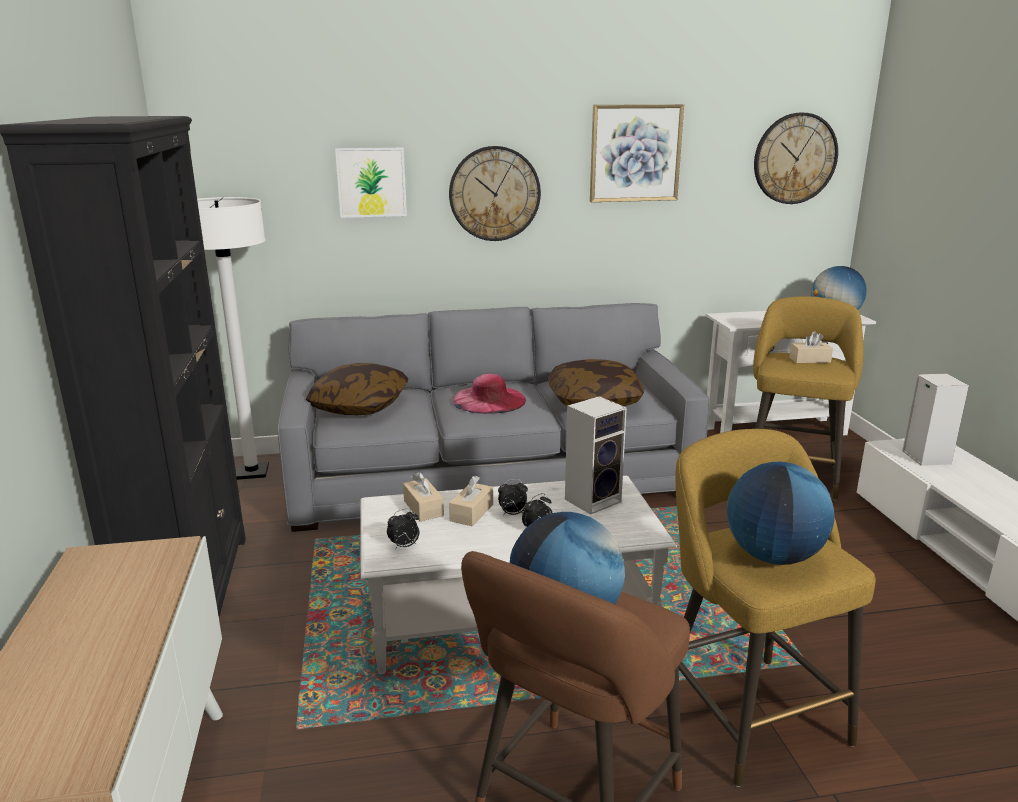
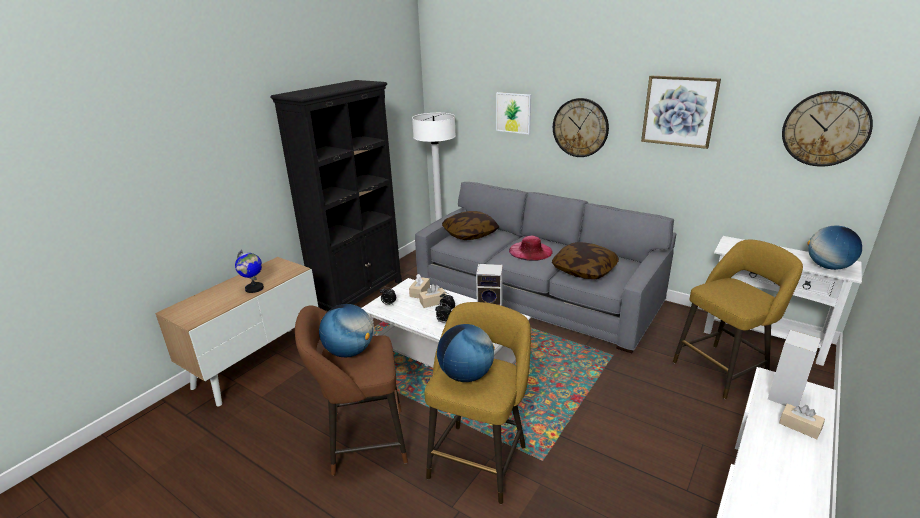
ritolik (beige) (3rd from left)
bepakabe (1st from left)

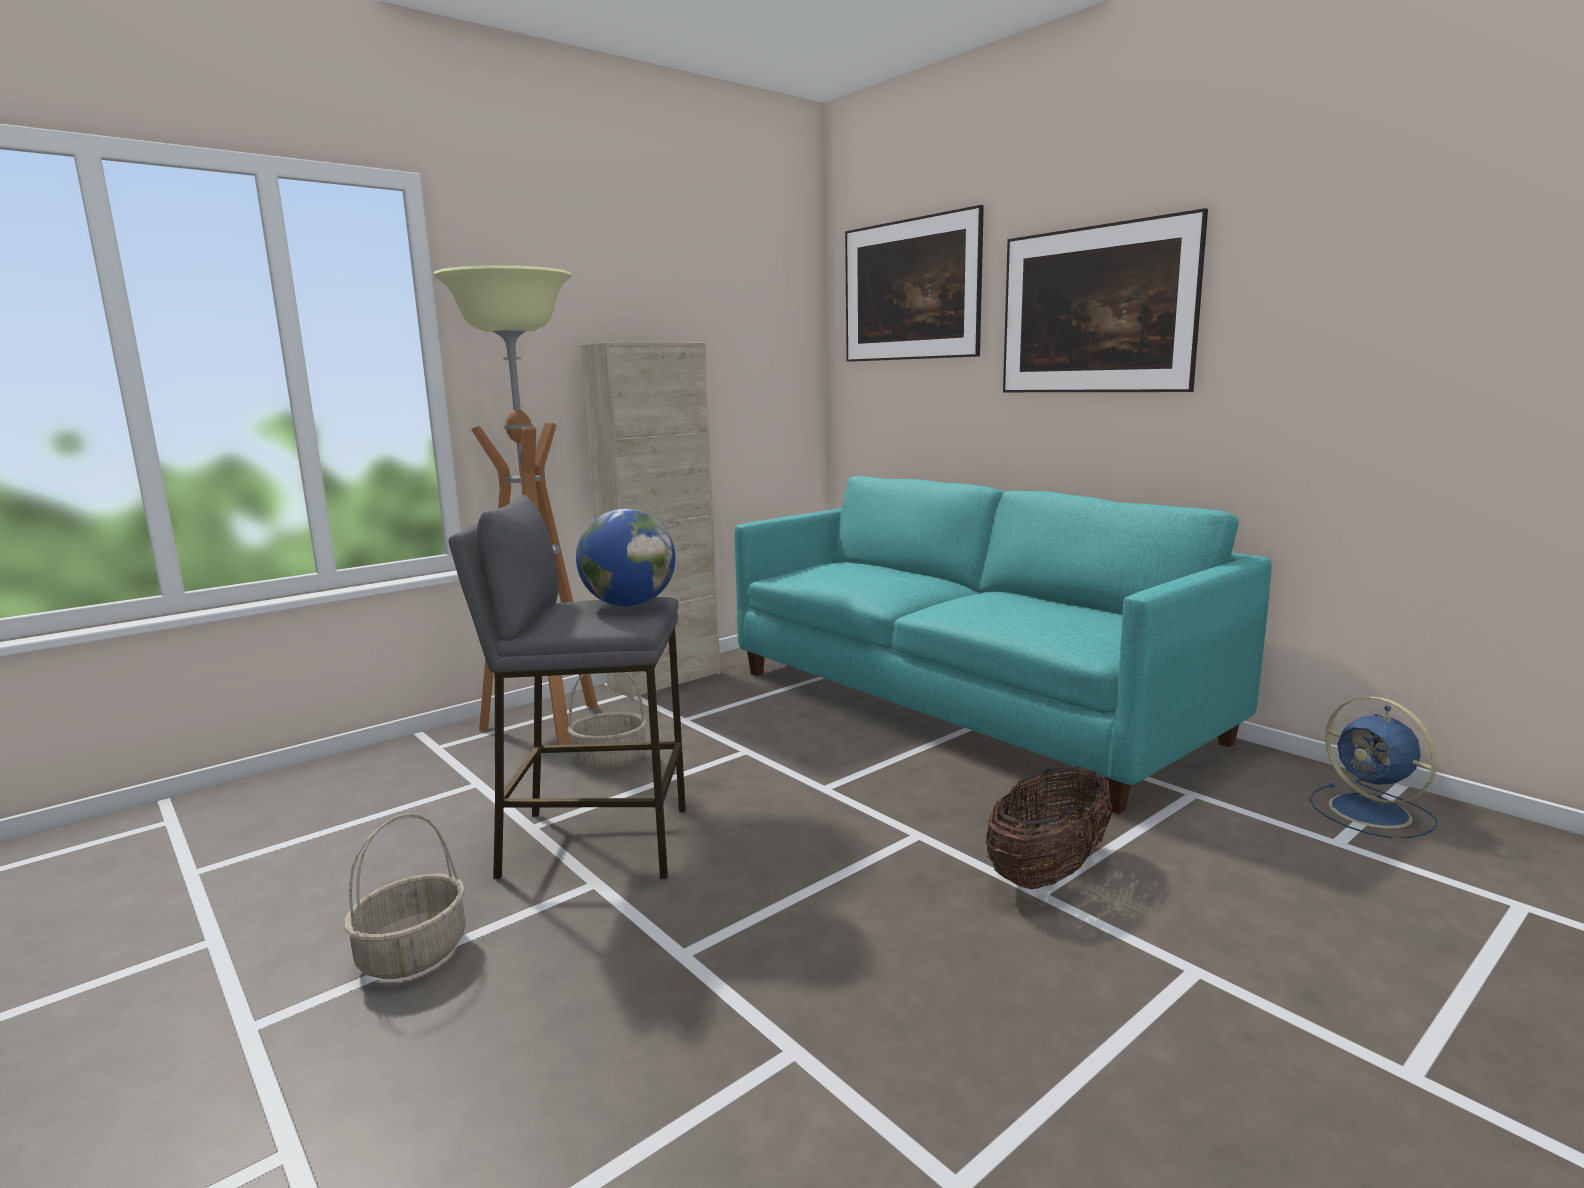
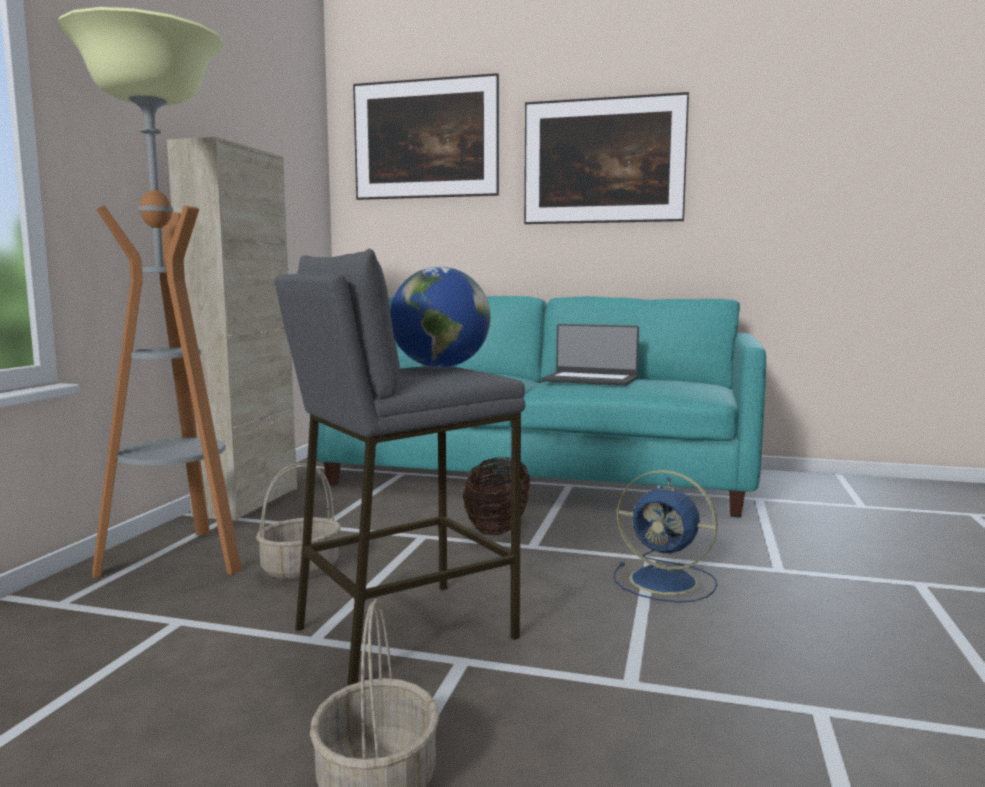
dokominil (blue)
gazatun (3rd from left)
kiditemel

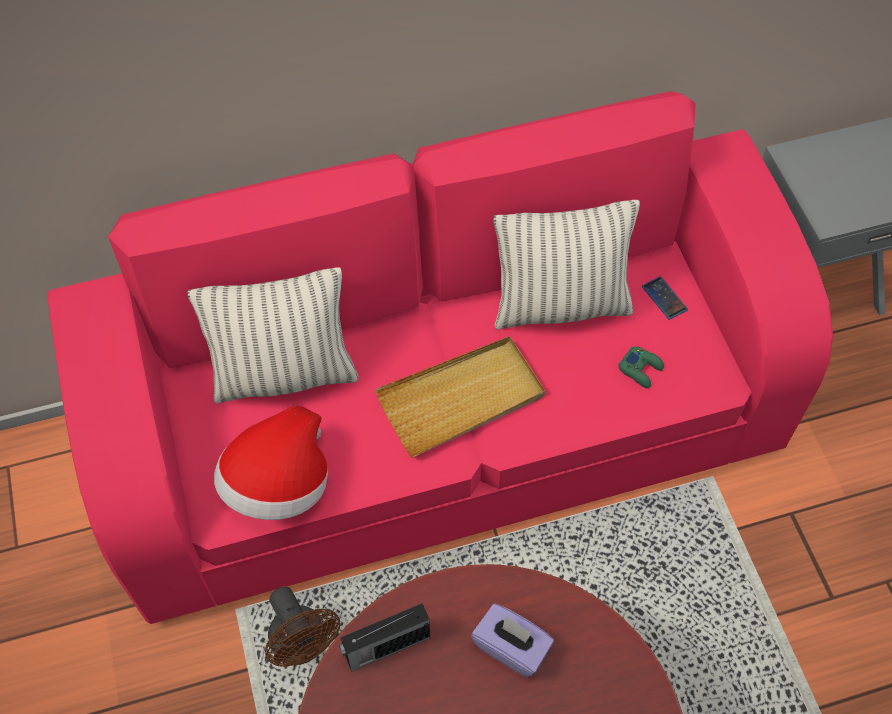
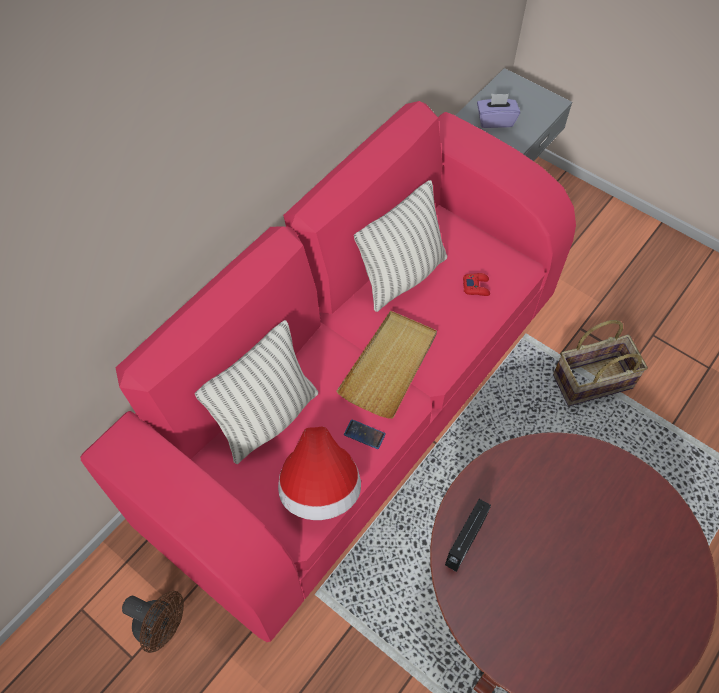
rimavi
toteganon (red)
dokominil (brown)
ritolik (purple)
gazatun

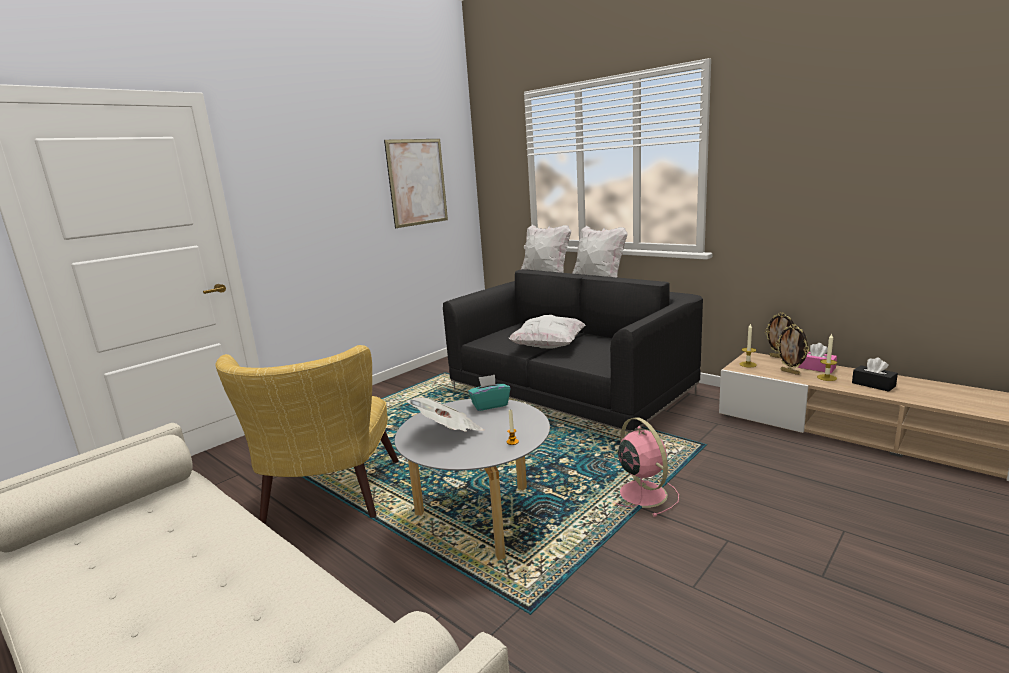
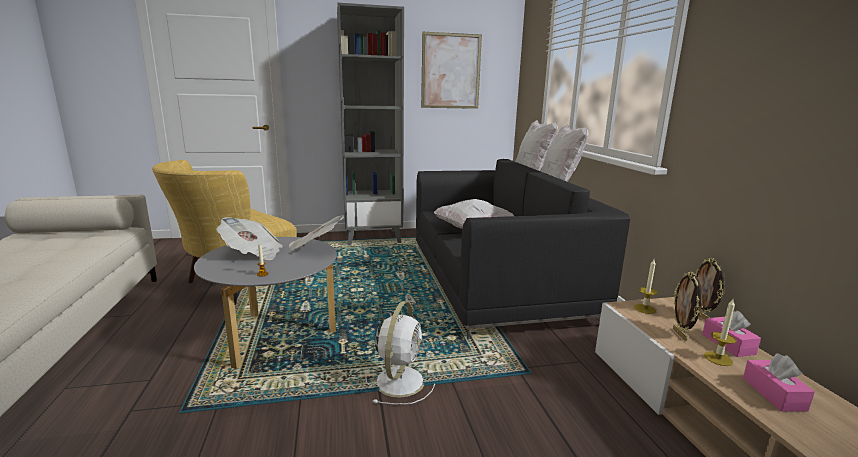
ritolik (pink) (2nd from left)
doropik (2nd from left)
dokominil (white)
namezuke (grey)

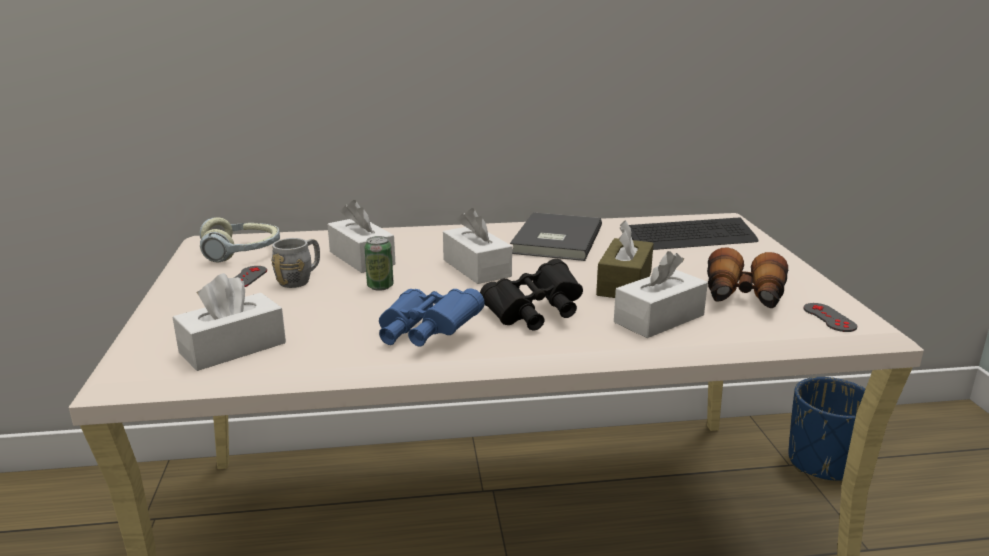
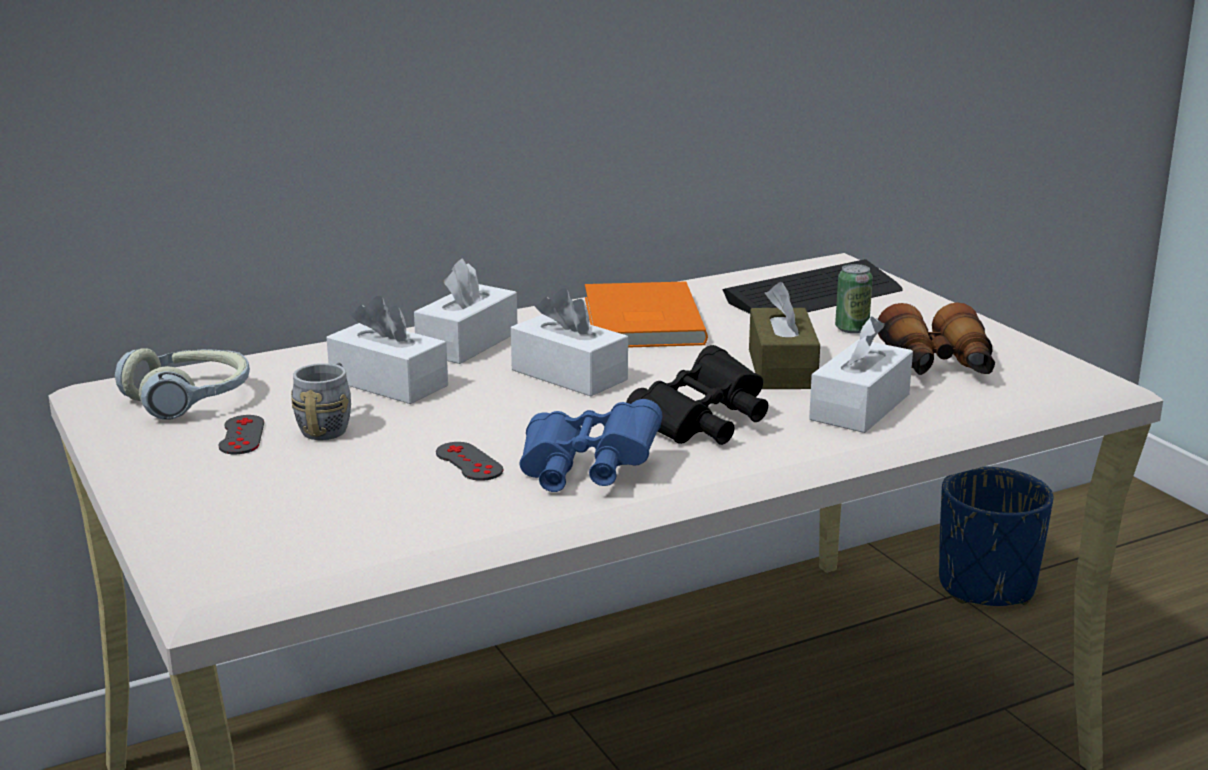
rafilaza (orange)
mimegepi
ritolik (white) (2nd from left)
toteganon (grey) (2nd from left)

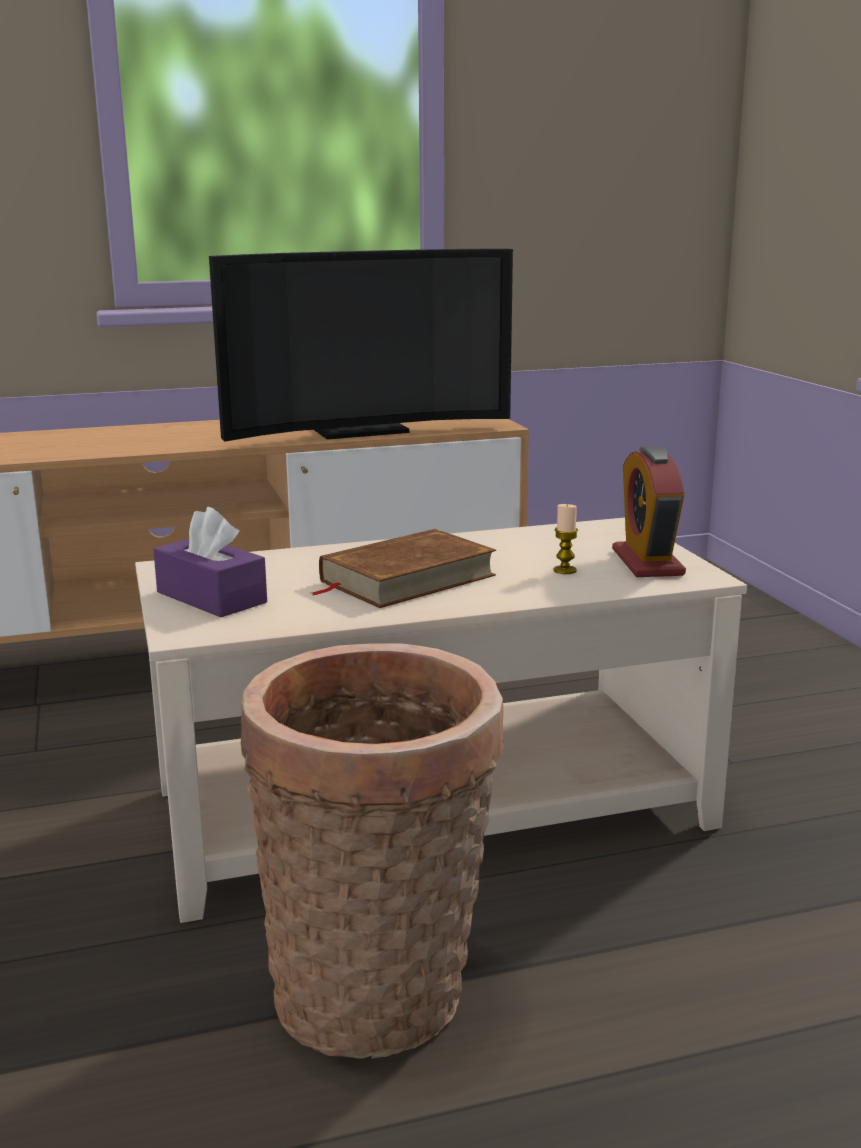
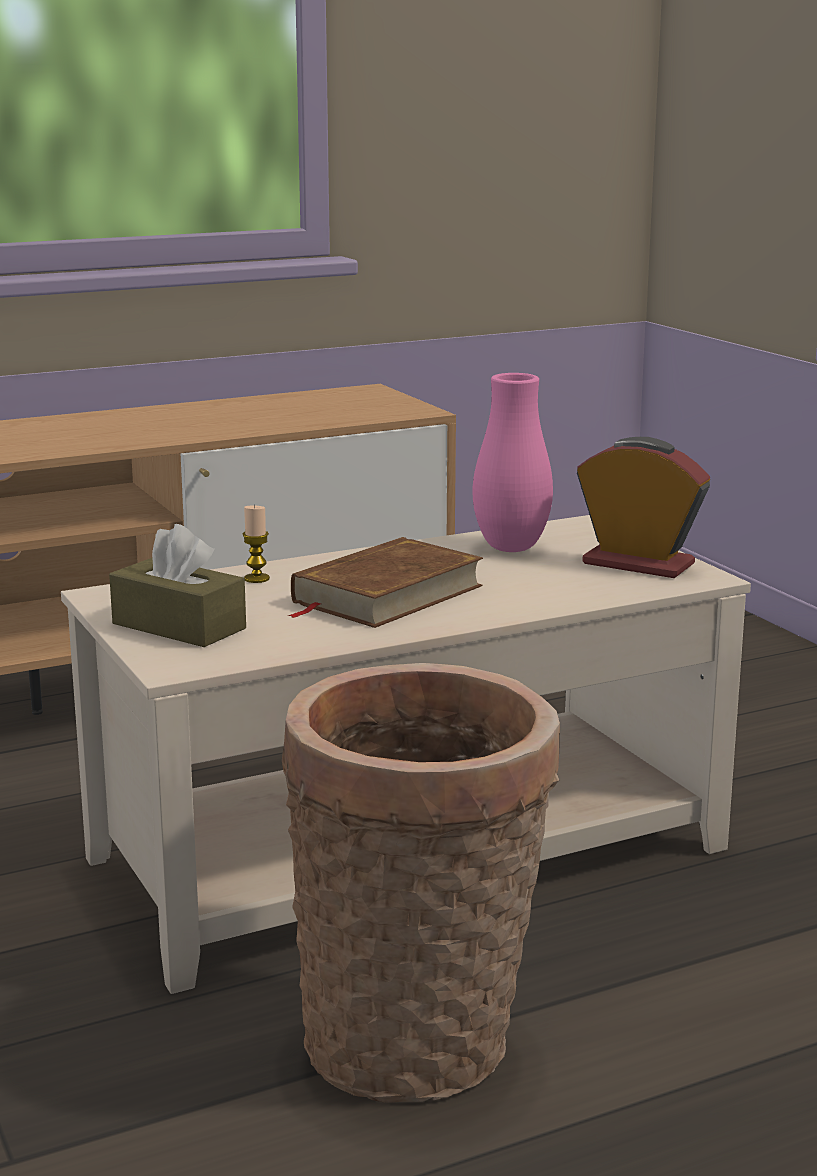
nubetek
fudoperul
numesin
ritolik (brown)
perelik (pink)

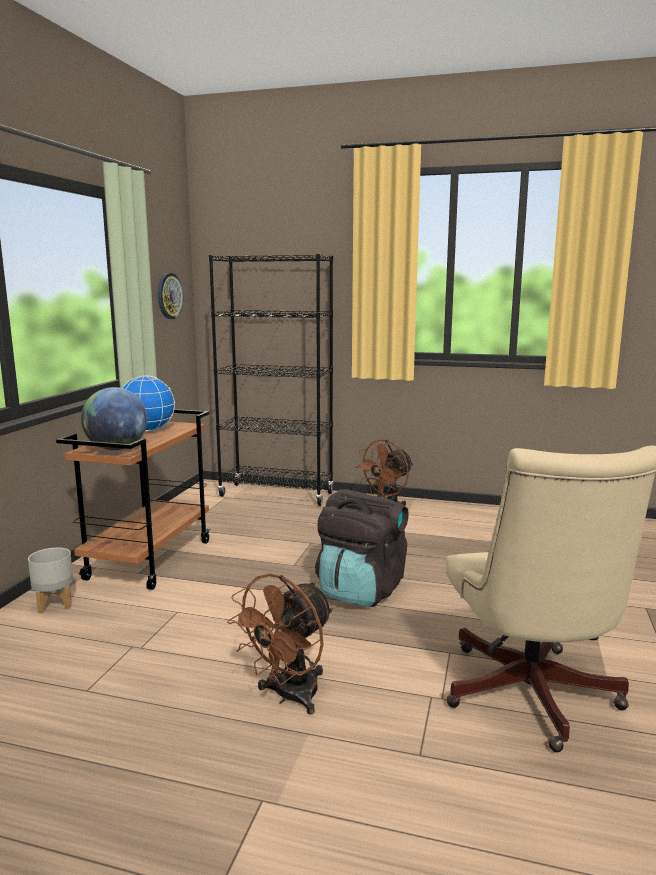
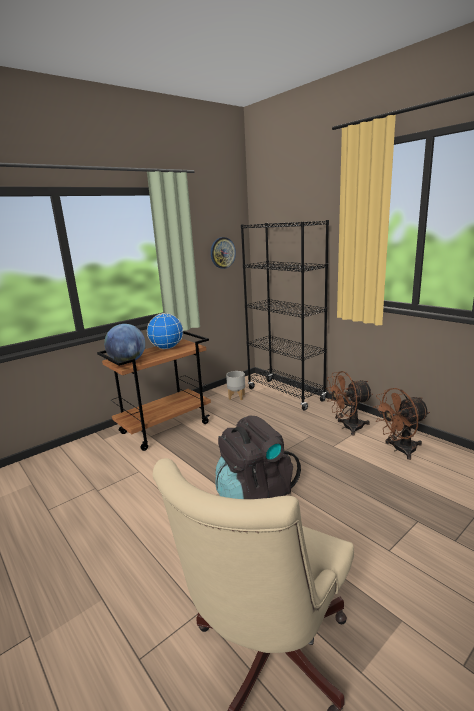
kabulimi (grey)
dokominil (brown) (2nd from left)

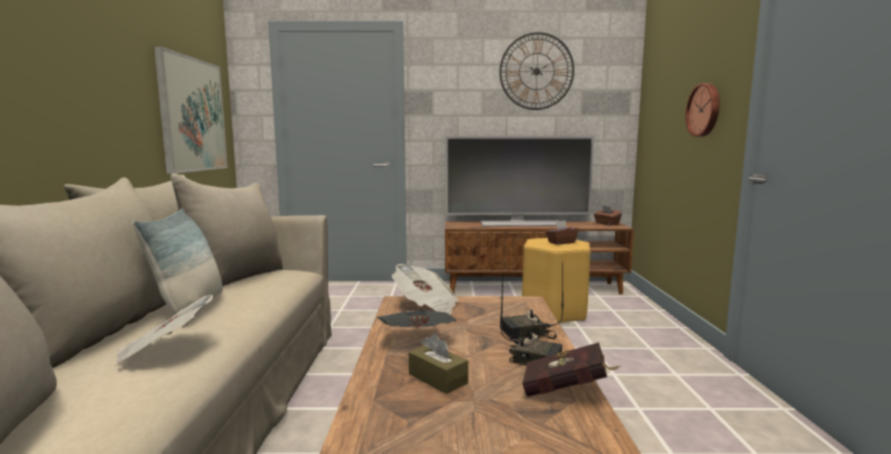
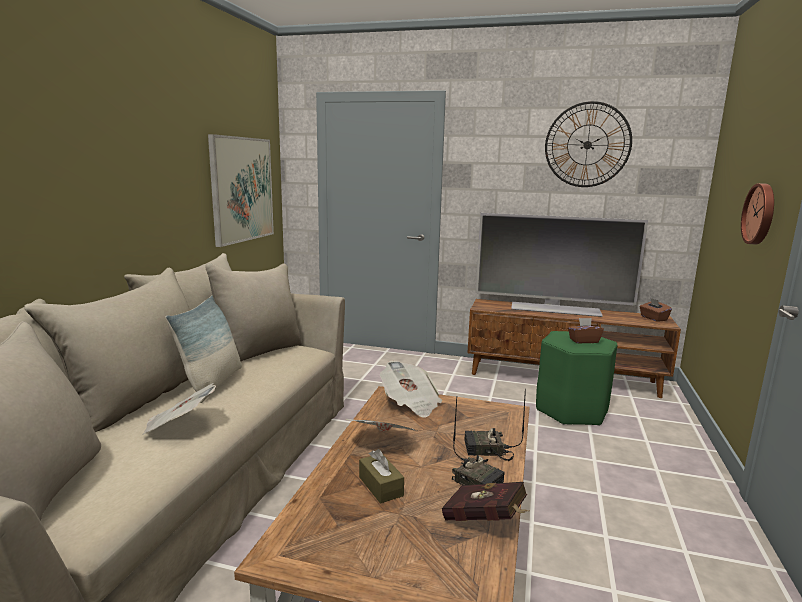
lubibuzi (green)

